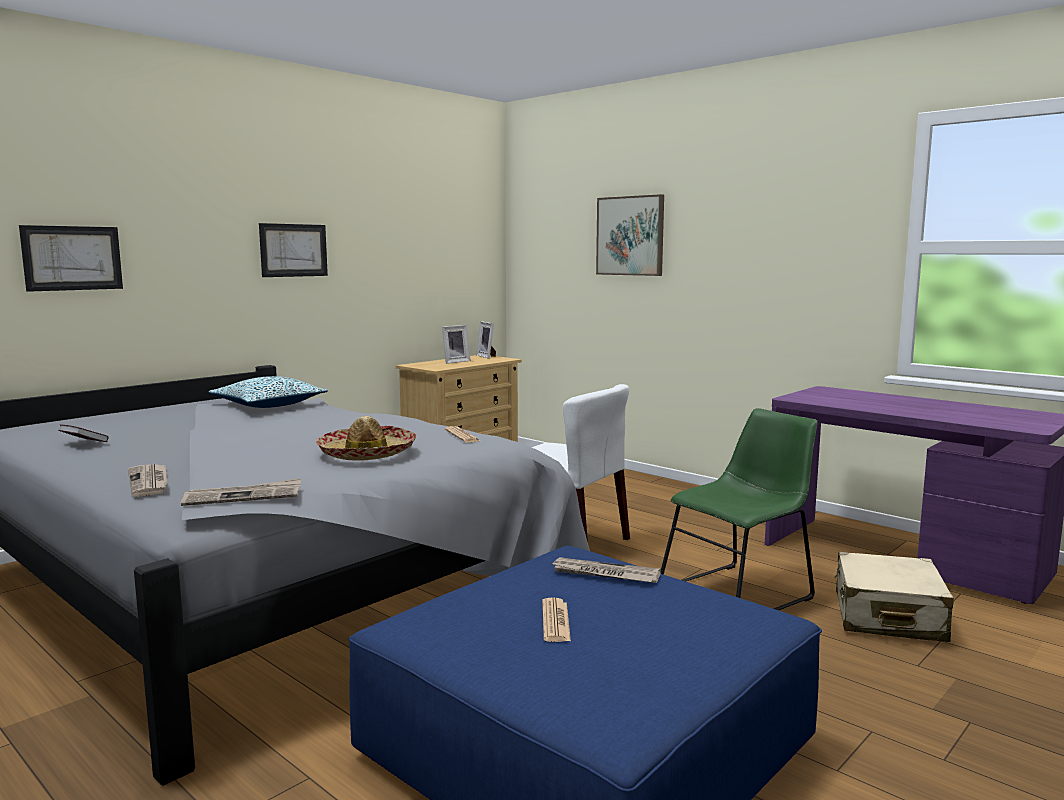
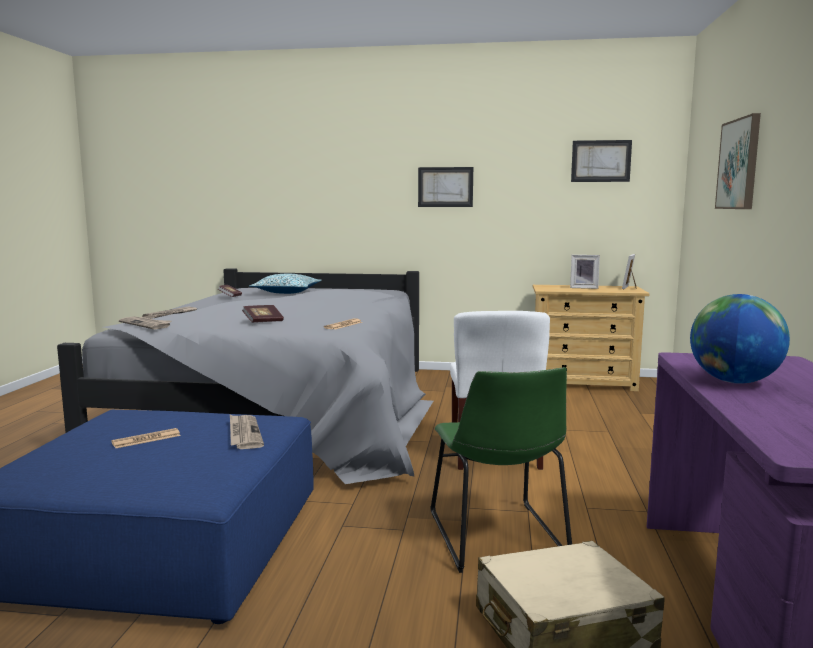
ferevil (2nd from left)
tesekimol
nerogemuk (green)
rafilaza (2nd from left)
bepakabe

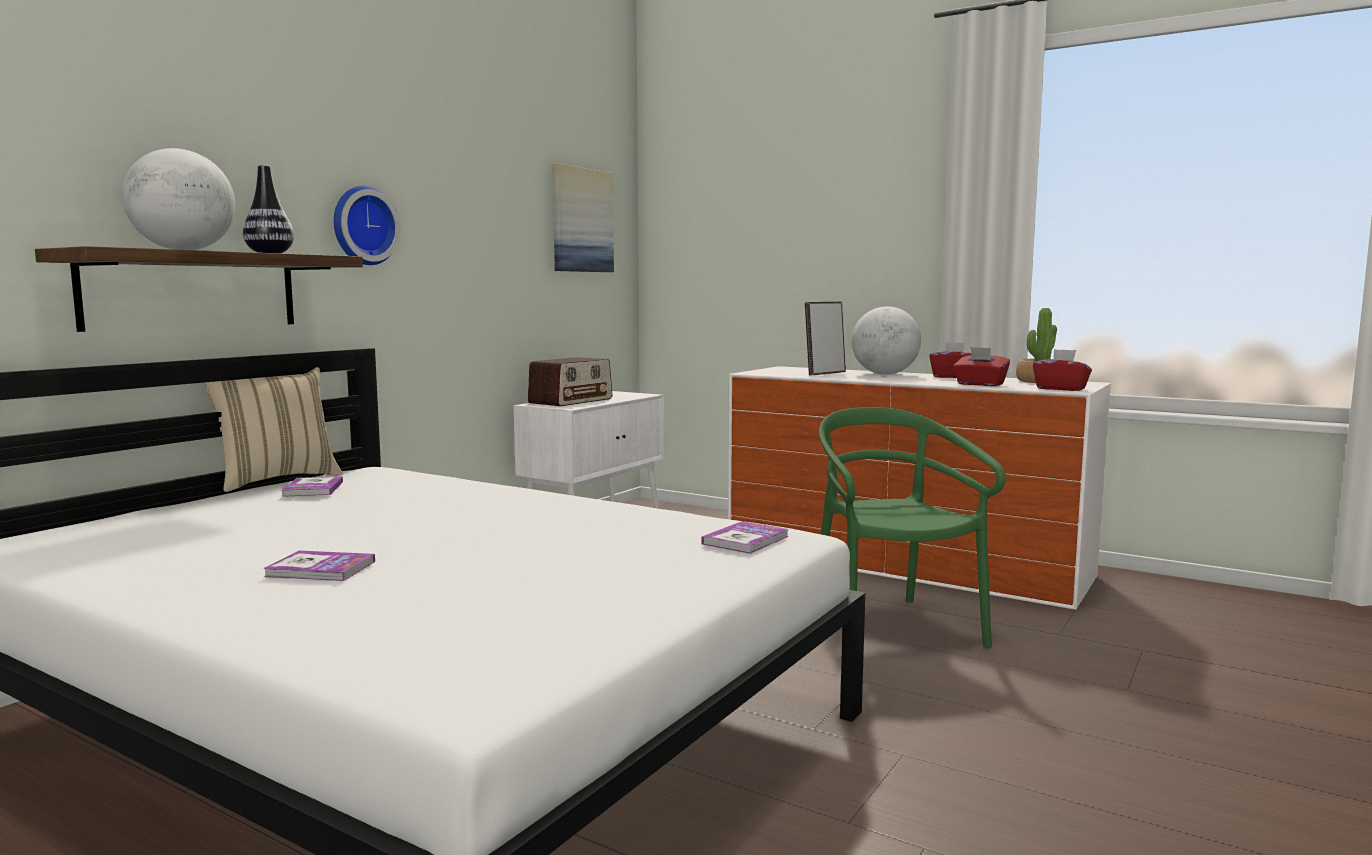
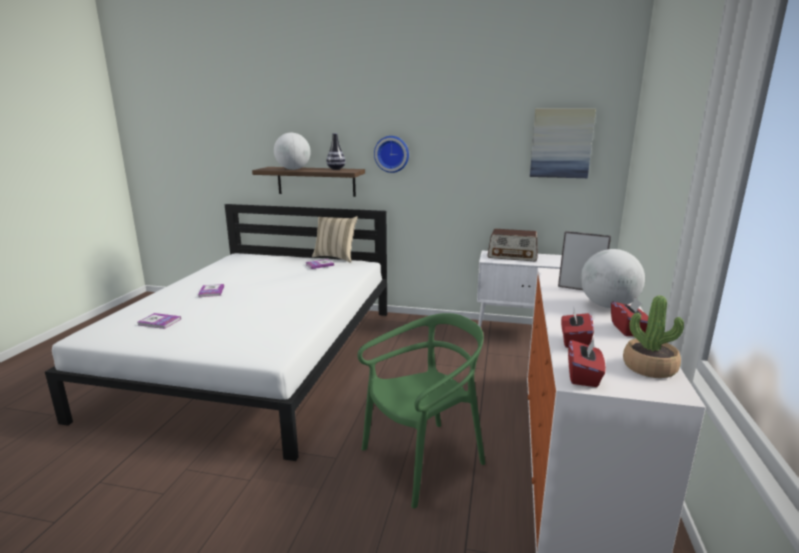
rafilaza (1st from left)

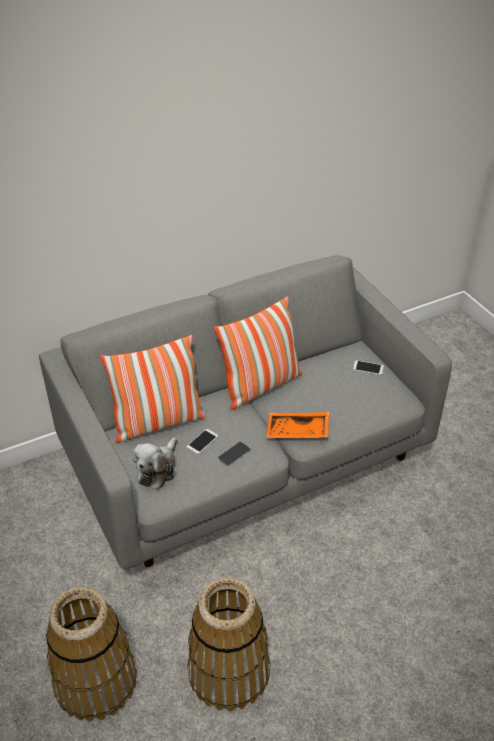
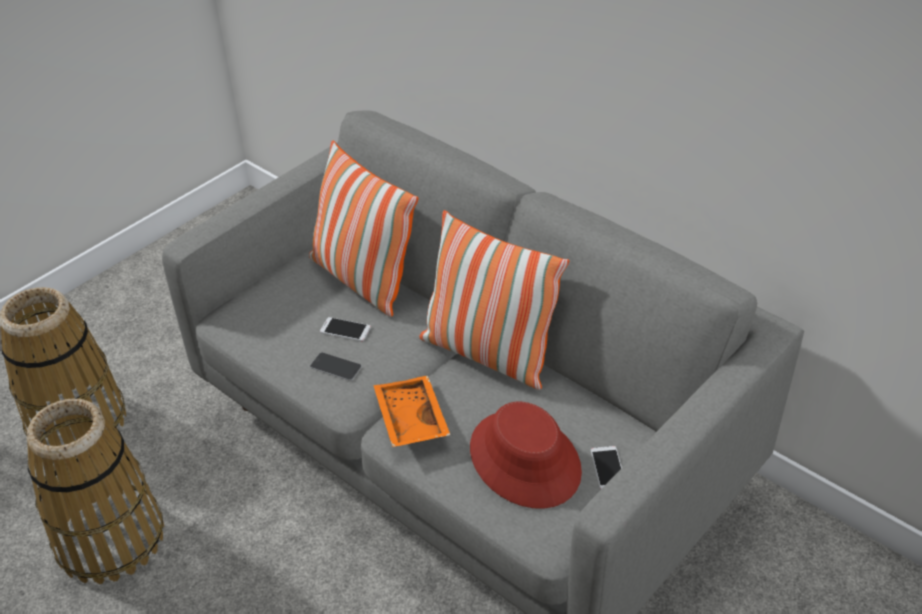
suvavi
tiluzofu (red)

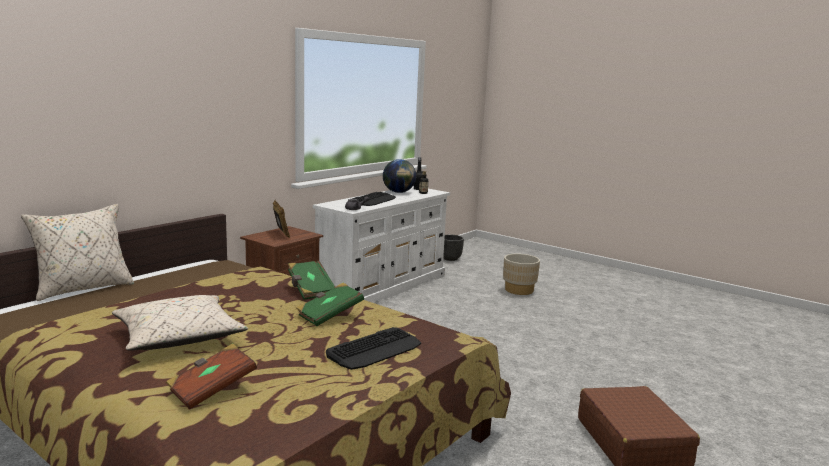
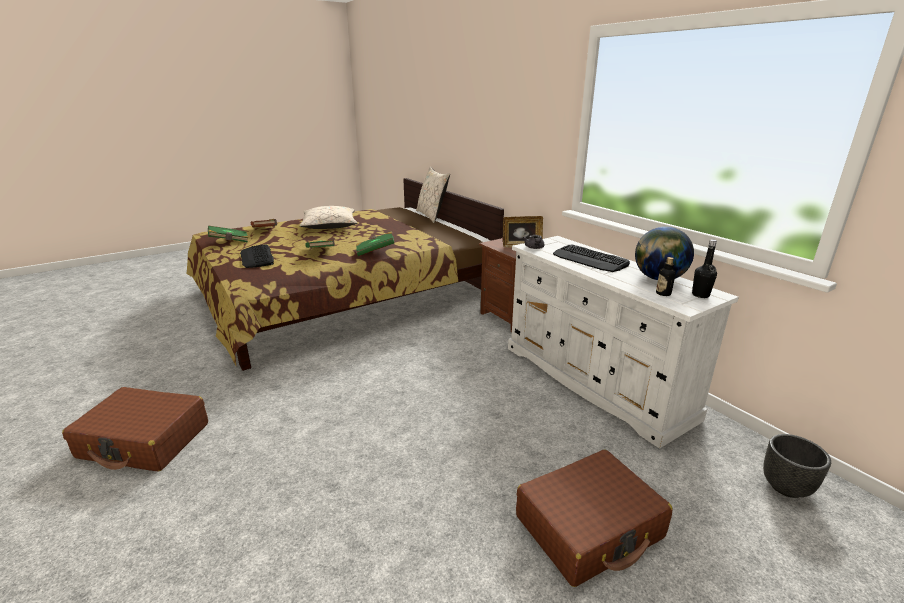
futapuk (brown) (2nd from left)
rafilaza (green) (1st from left)

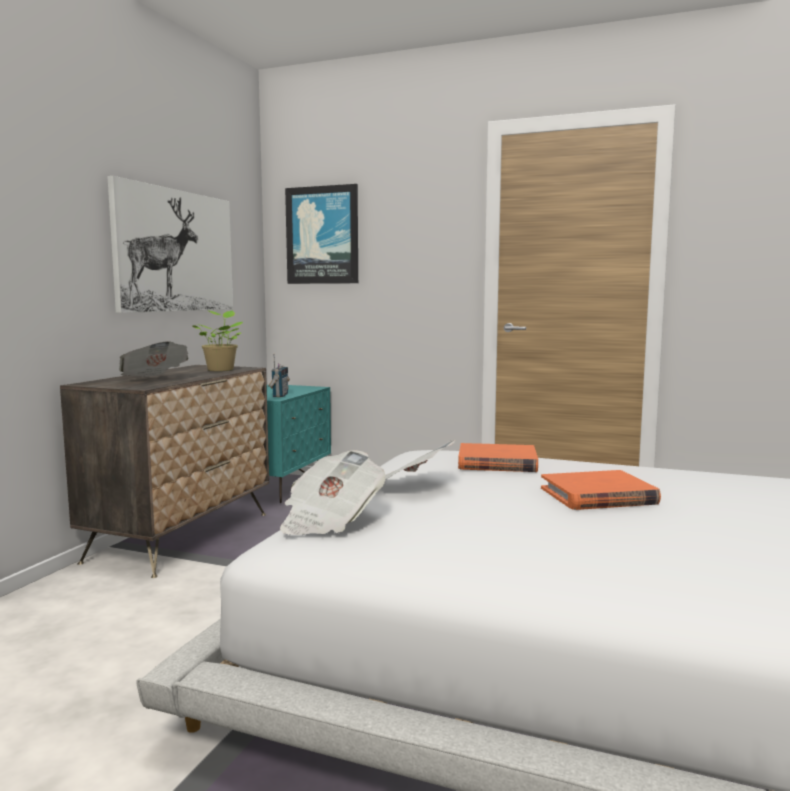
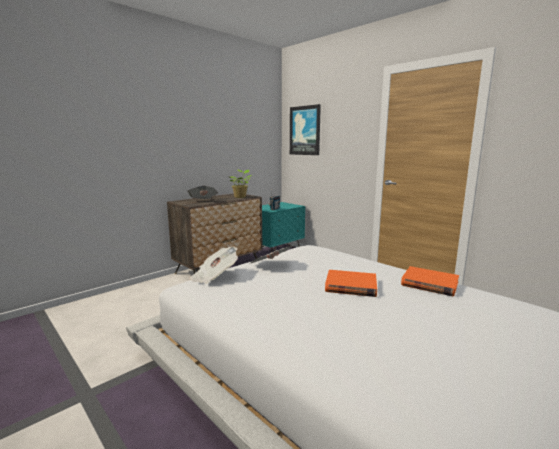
ferevil (1st from left in the first image)
rafilaza (orange) (2nd from left)

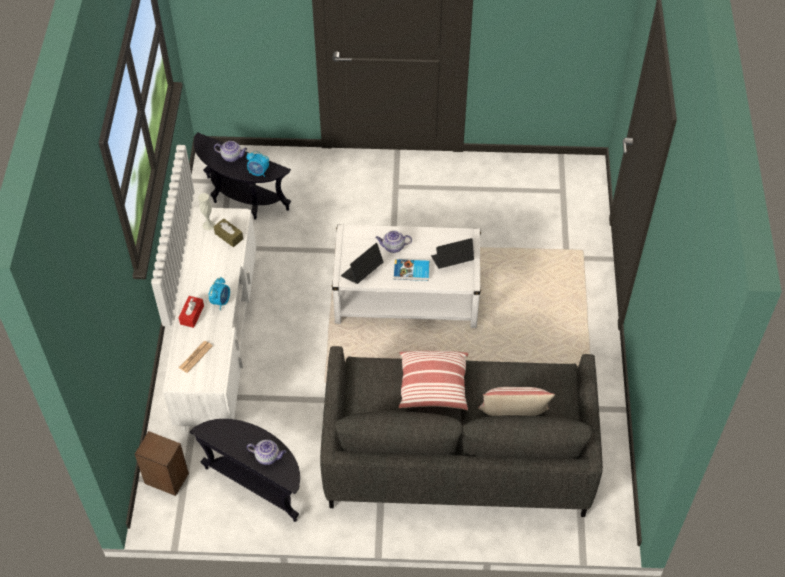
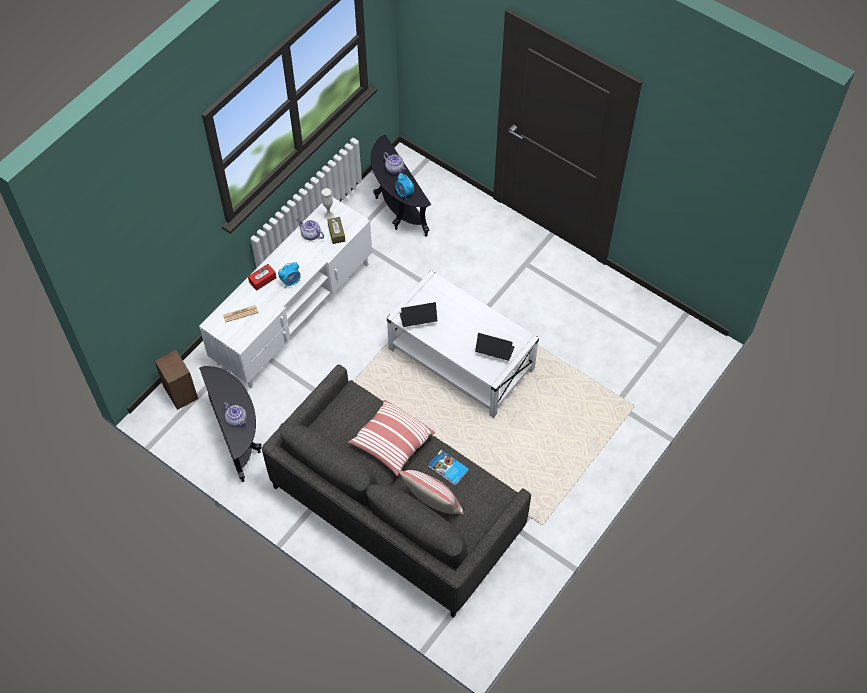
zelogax (2nd from left)
rafilaza

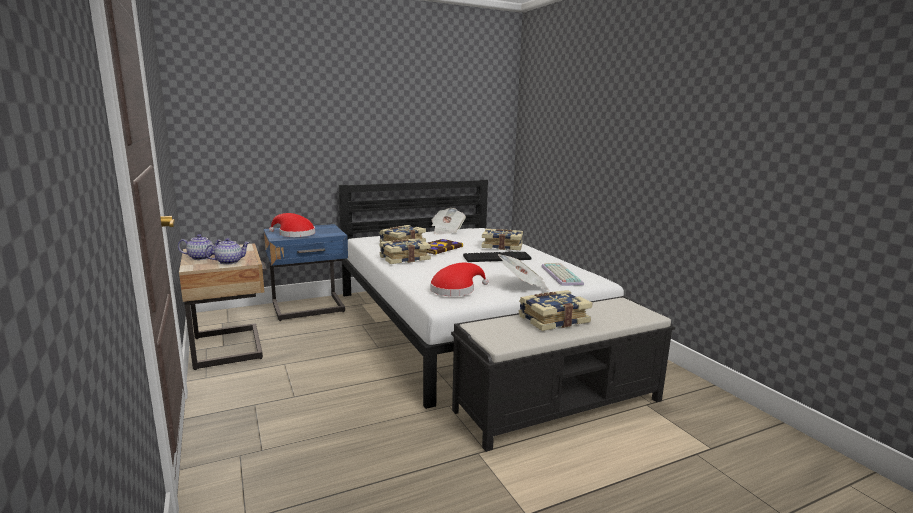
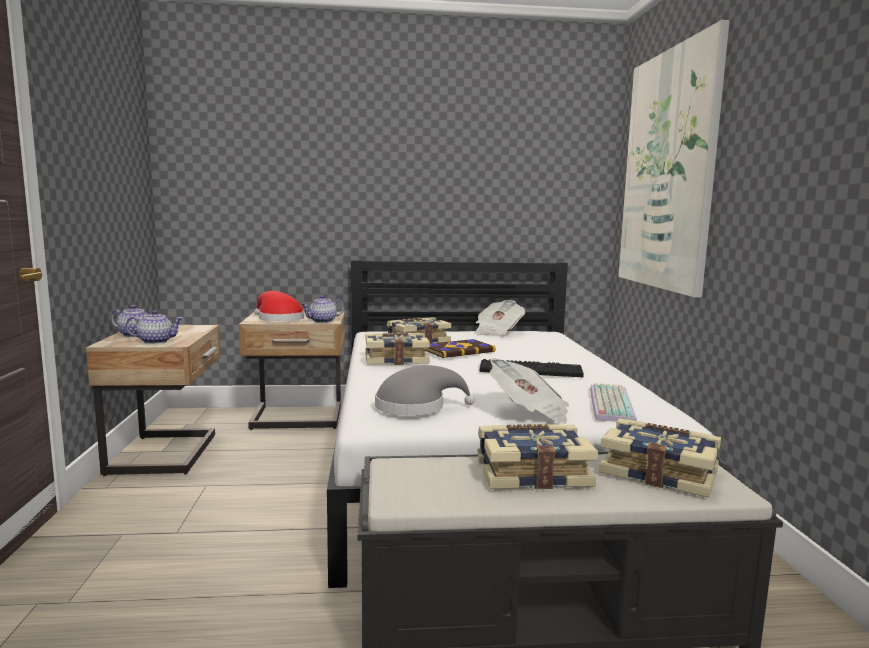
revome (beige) (2nd from left)
rafilaza (5th from left)
tiluzofu (grey)
ferevil
zelogax (3rd from left)

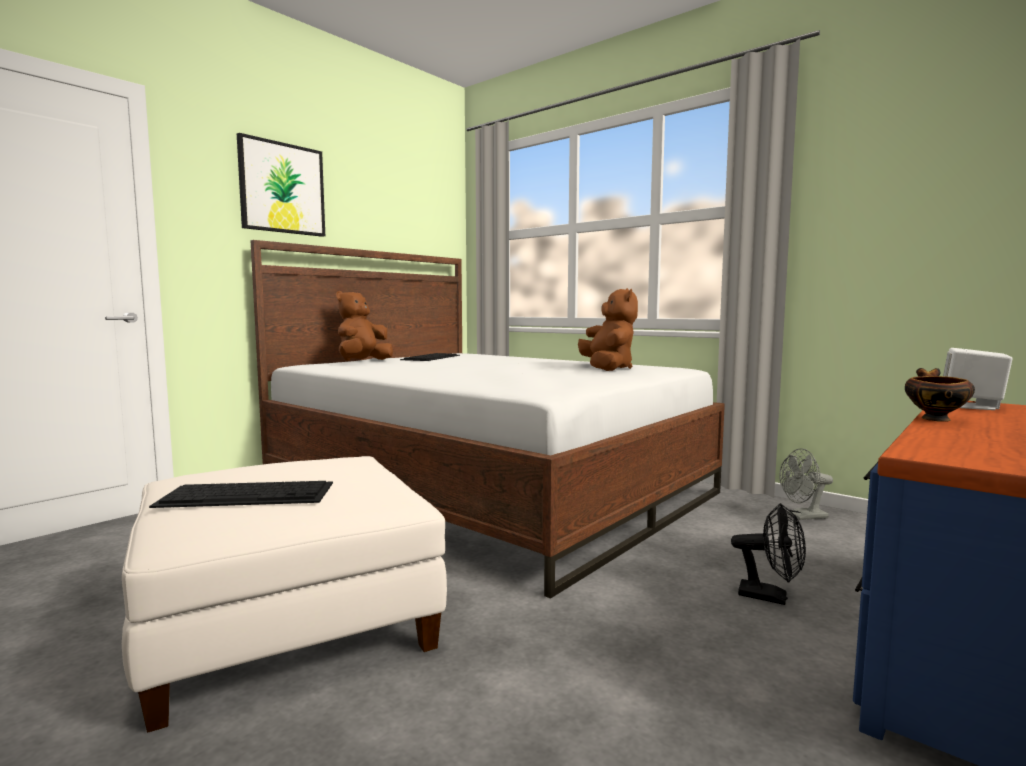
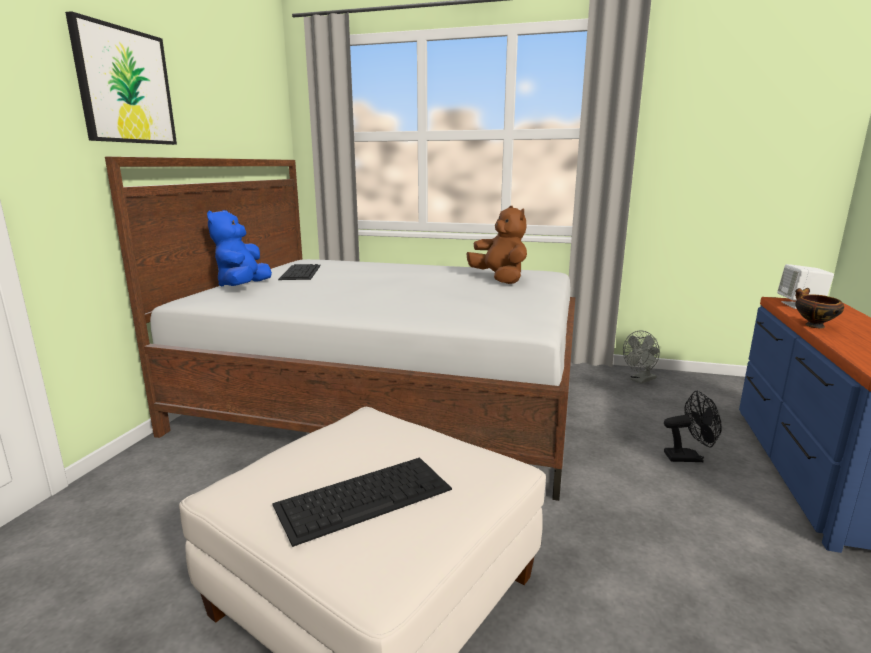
suvavi (blue)

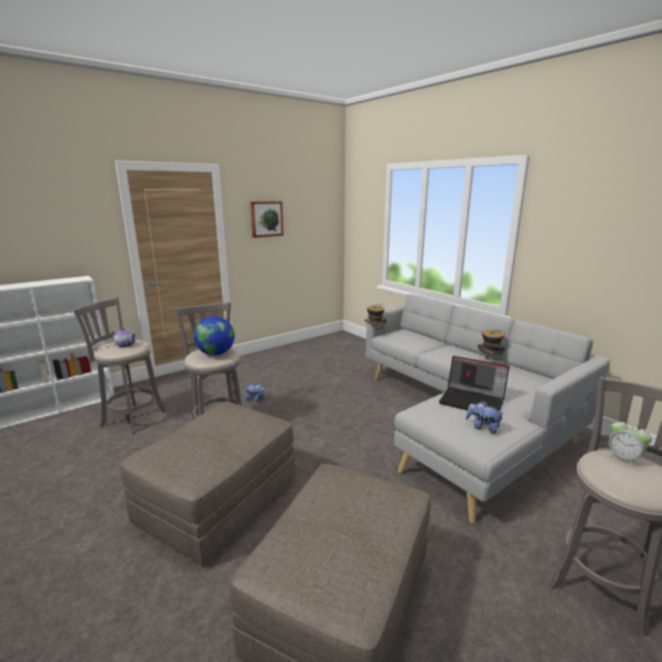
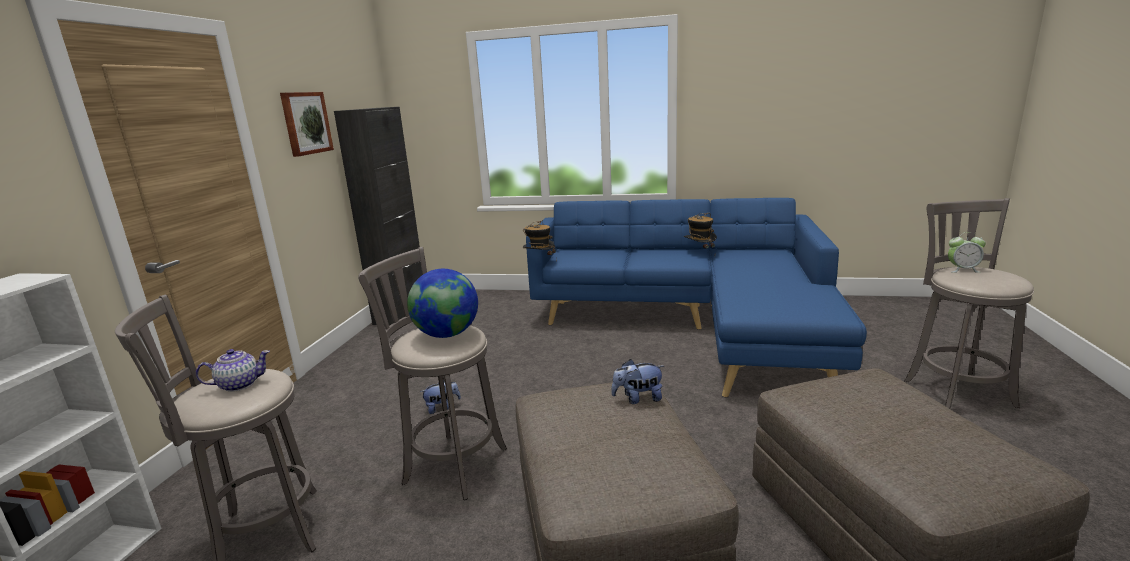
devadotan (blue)
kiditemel
suvavi (2nd from left)
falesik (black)

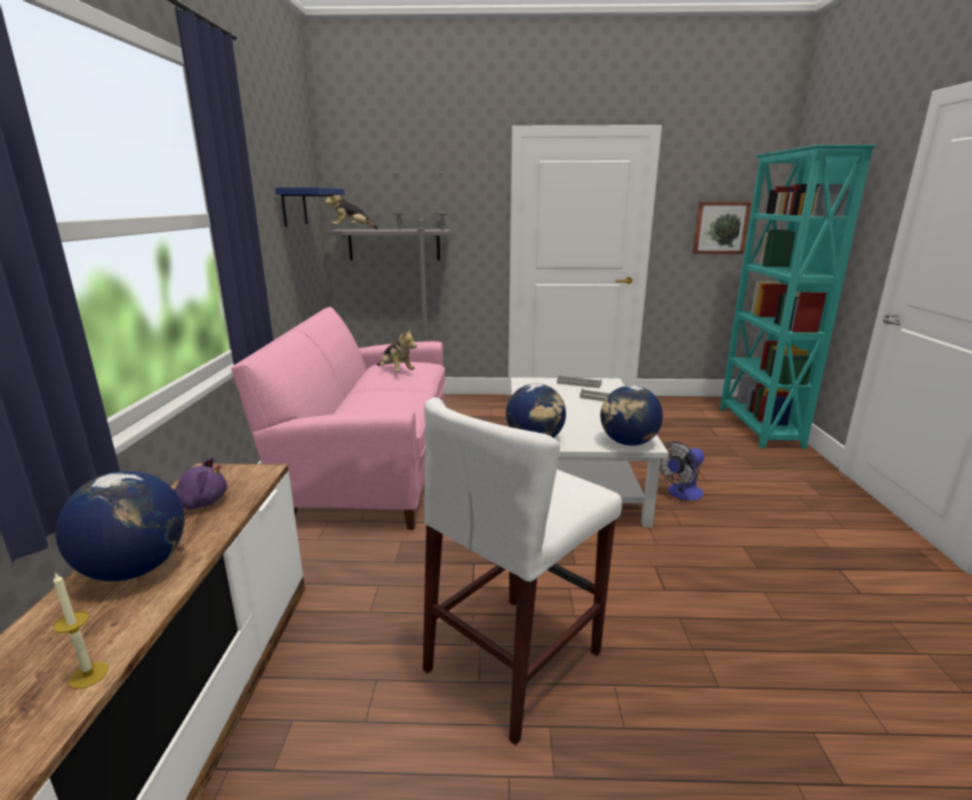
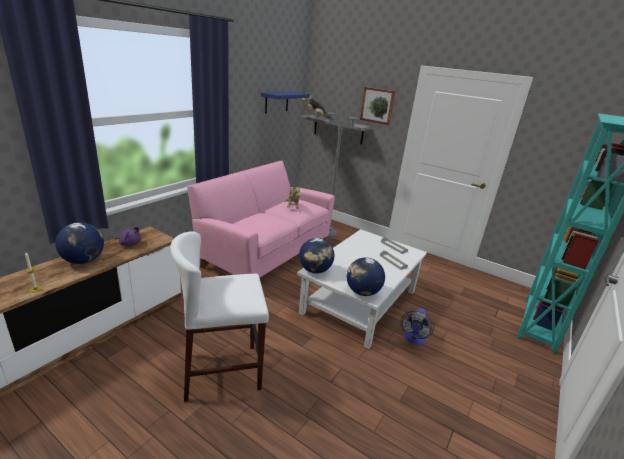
ferevil
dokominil

